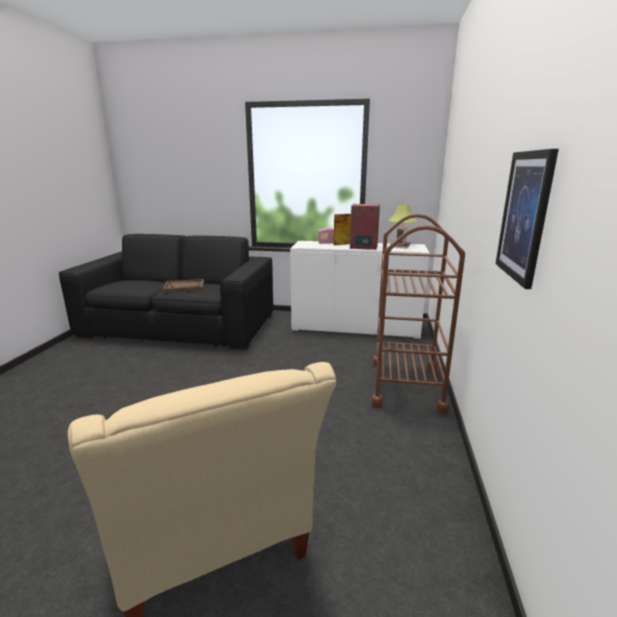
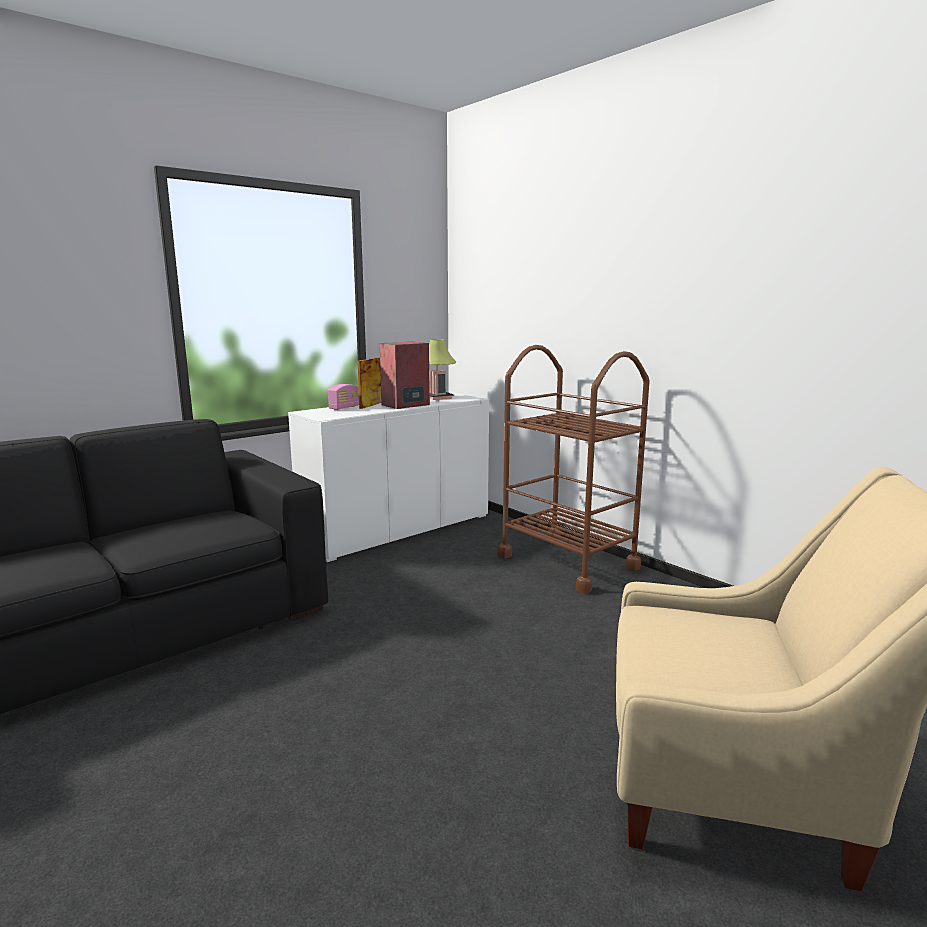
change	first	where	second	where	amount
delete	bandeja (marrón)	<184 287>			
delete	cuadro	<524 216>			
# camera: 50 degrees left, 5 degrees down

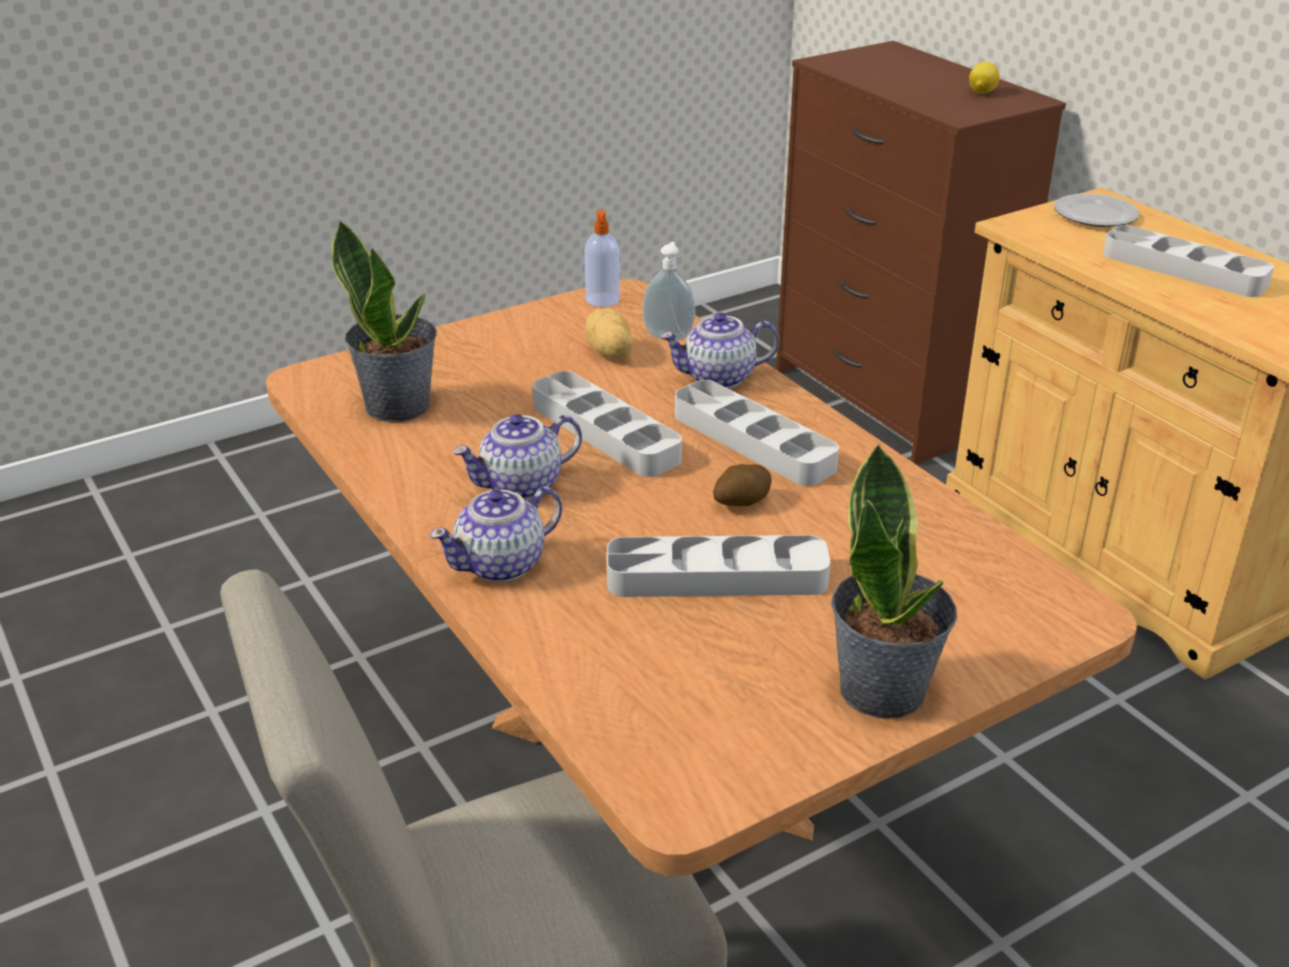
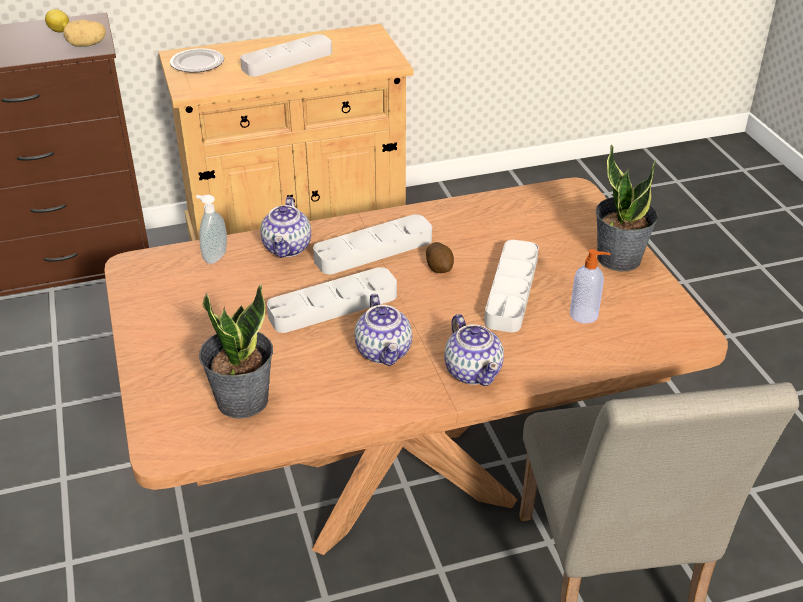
change	first	where	second	where	amount
move	dispensador de jabón	<602 300>		<585 315>	
move	patata	<609 353>		<86 45>	
# camera: 75 degrees left, 5 degrees up

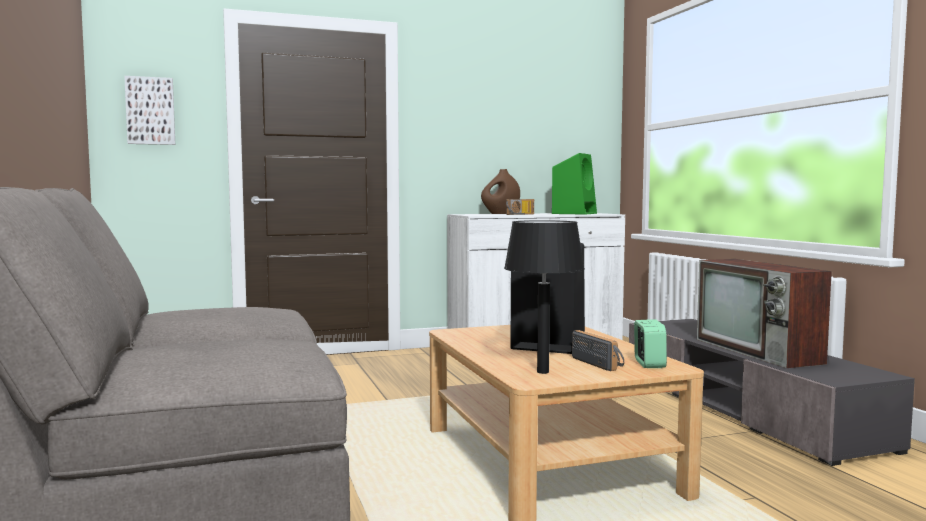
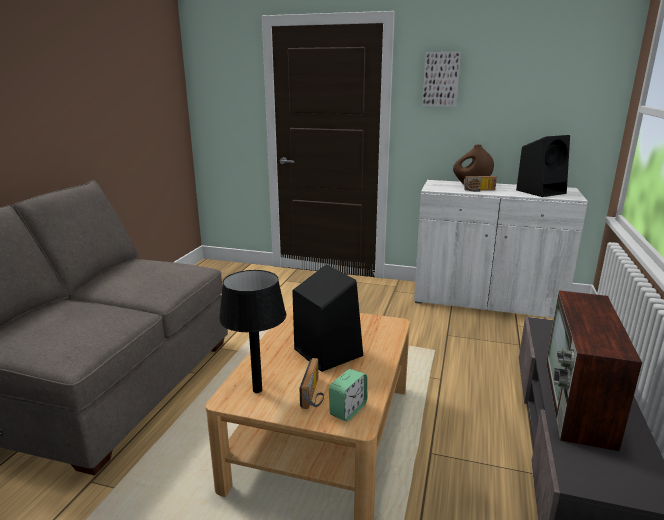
change	first	where	second	where	amount
move	cuadro	<150 111>		<441 79>	
recolor	altavoz (verde)	<574 213>	altavoz (negro)	<541 191>	
# camera: 35 degrees right, 15 degrees up

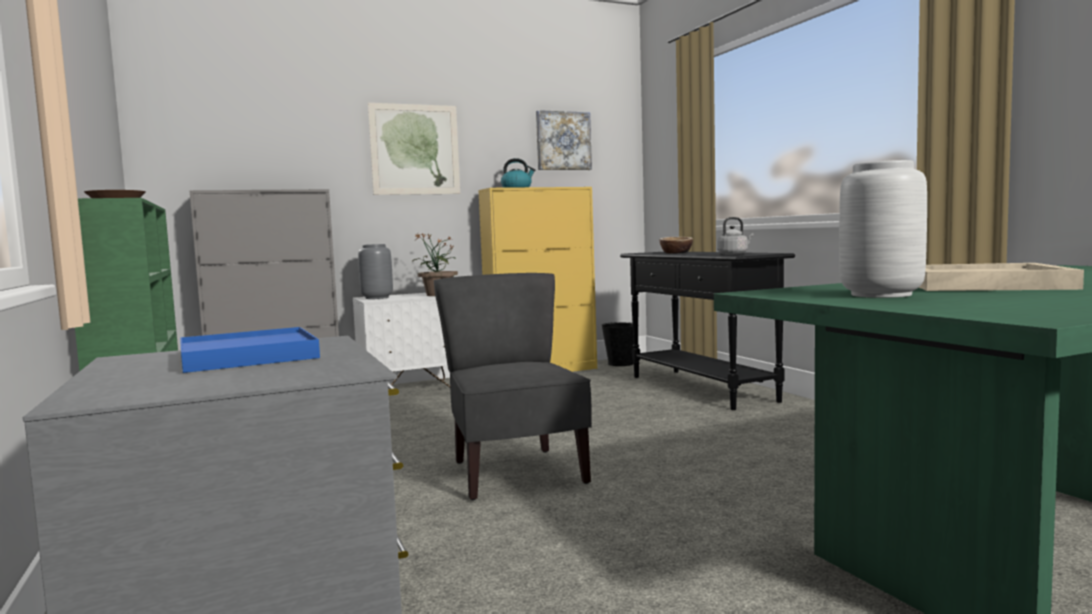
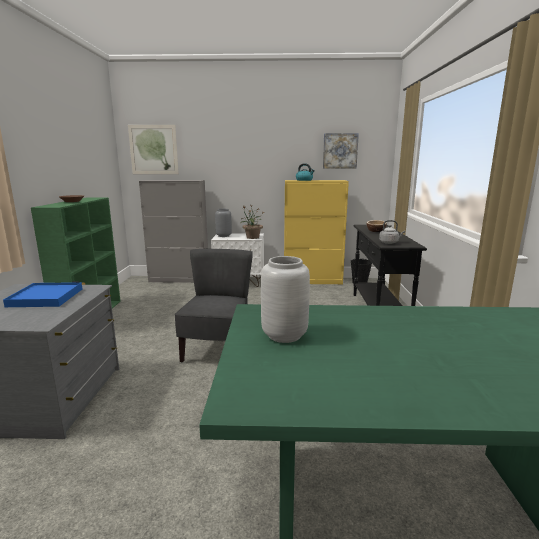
change	first	where	second	where	amount
delete	bandeja (beis)	<985 284>			
move	cuadro	<415 149>		<153 149>	
# camera: 25 degrees right, 10 degrees up

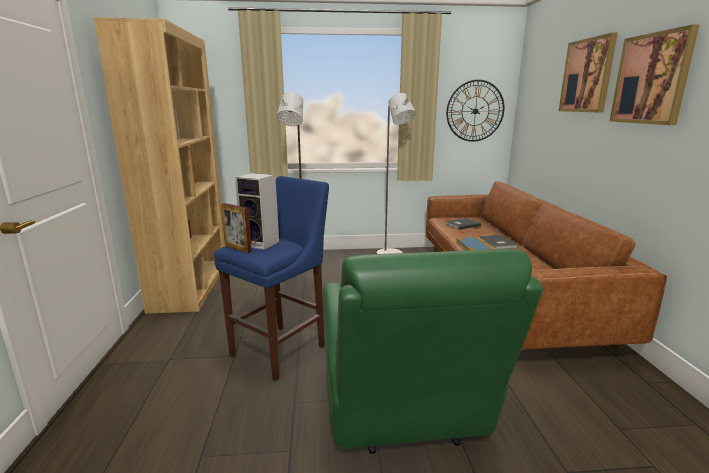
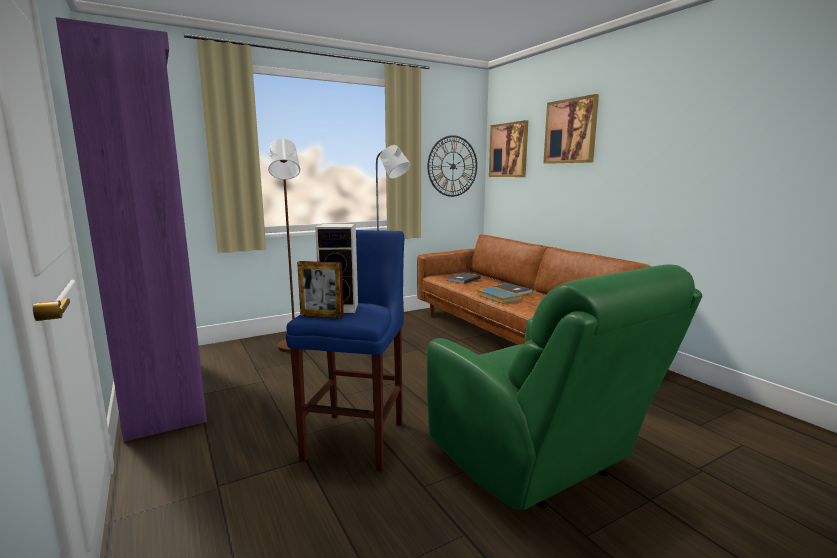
change	first	where	second	where	amount
move	cuadro	<651 79>		<508 150>	
recolor	estantería (marrón)	<191 286>	estantería (morado)	<166 395>	
# camera: 25 degrees left, 5 degrees down

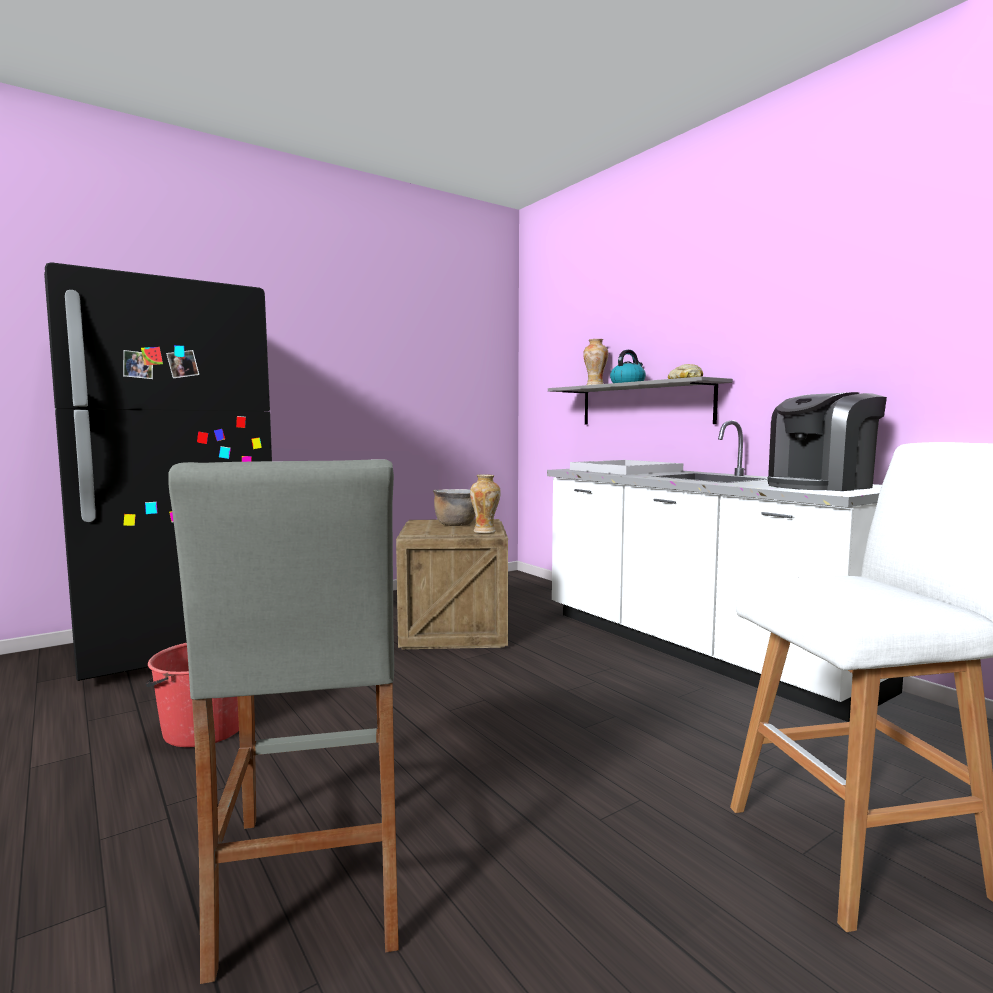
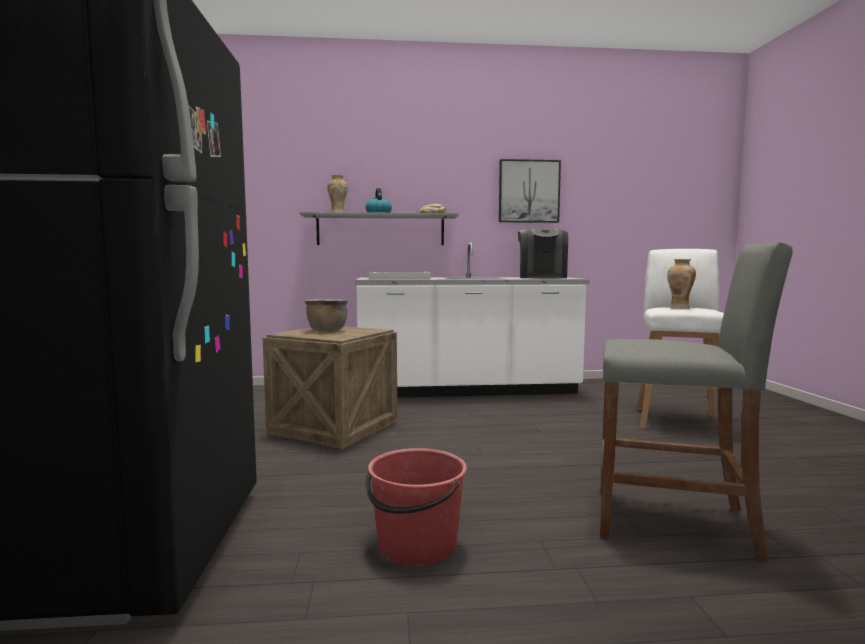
change	first	where	second	where	amount
insert			cuadro	<529 191>	
move	florero	<485 532>		<679 308>	
# camera: 60 degrees left, 0 degrees up

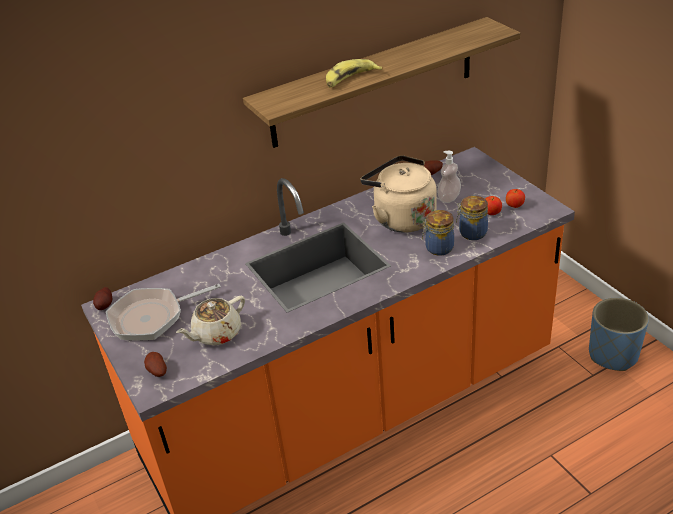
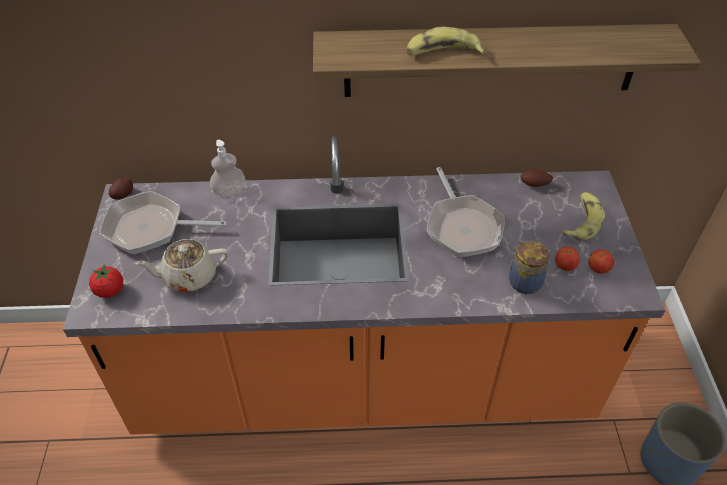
change	first	where	second	where	amount
delete	tarro	<438 248>			
insert			plátano	<582 220>	
move	dispensador de jabón	<449 198>		<229 191>	
replace	patata	<157 371>	tomate	<110 291>	
replace	hervidor (beis)	<401 218>	sartén	<462 226>	
# camera: 25 degrees right, 10 degrees up

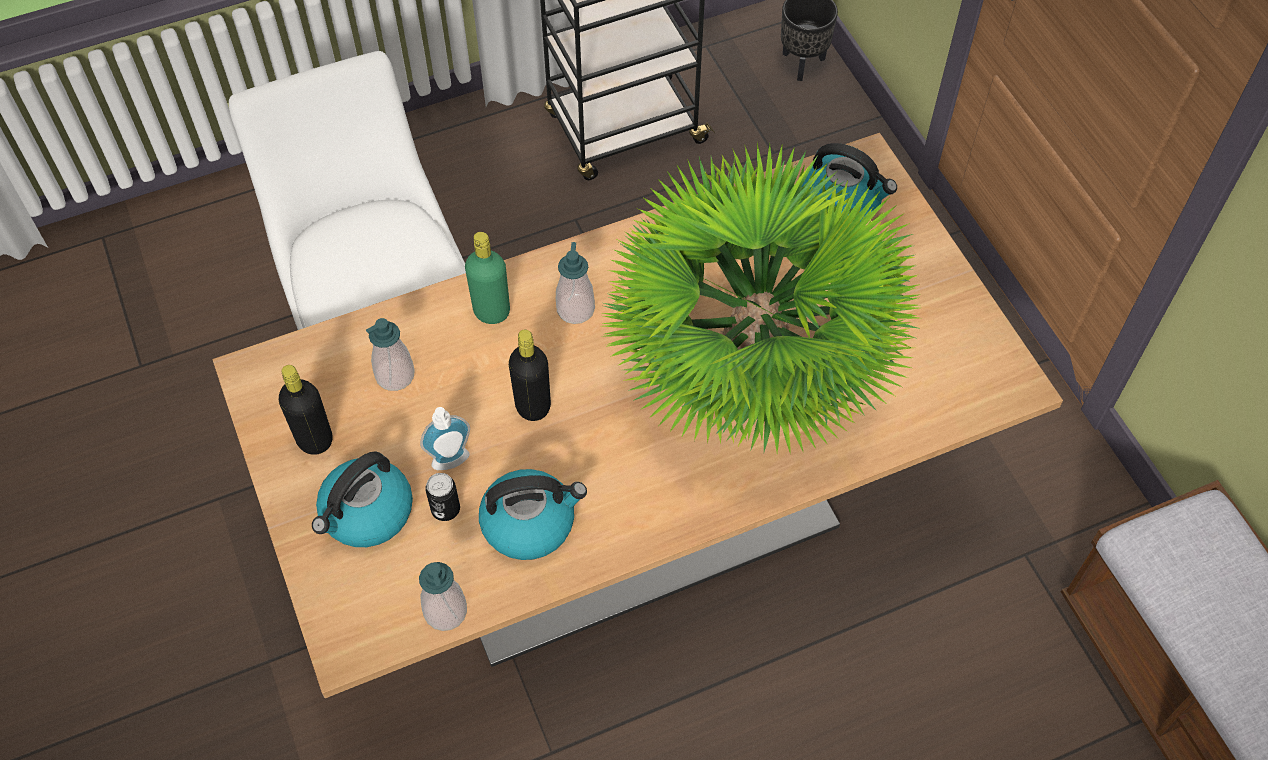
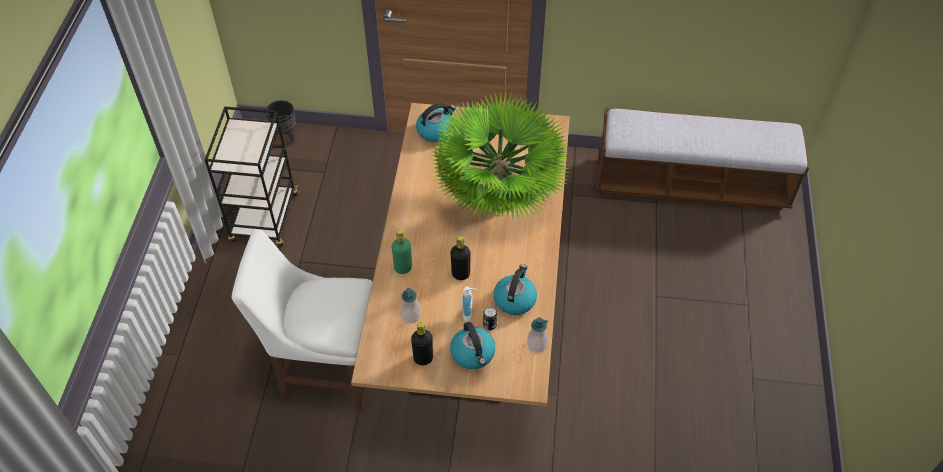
change	first	where	second	where	amount
delete	dispensador de jabón	<575 309>			
# camera: 60 degrees left, 5 degrees down

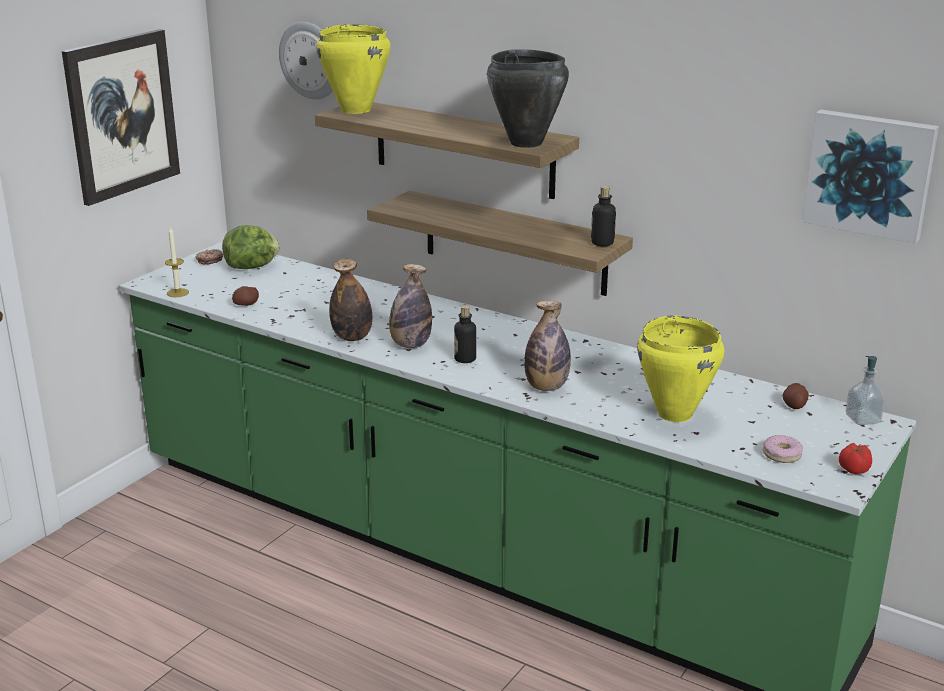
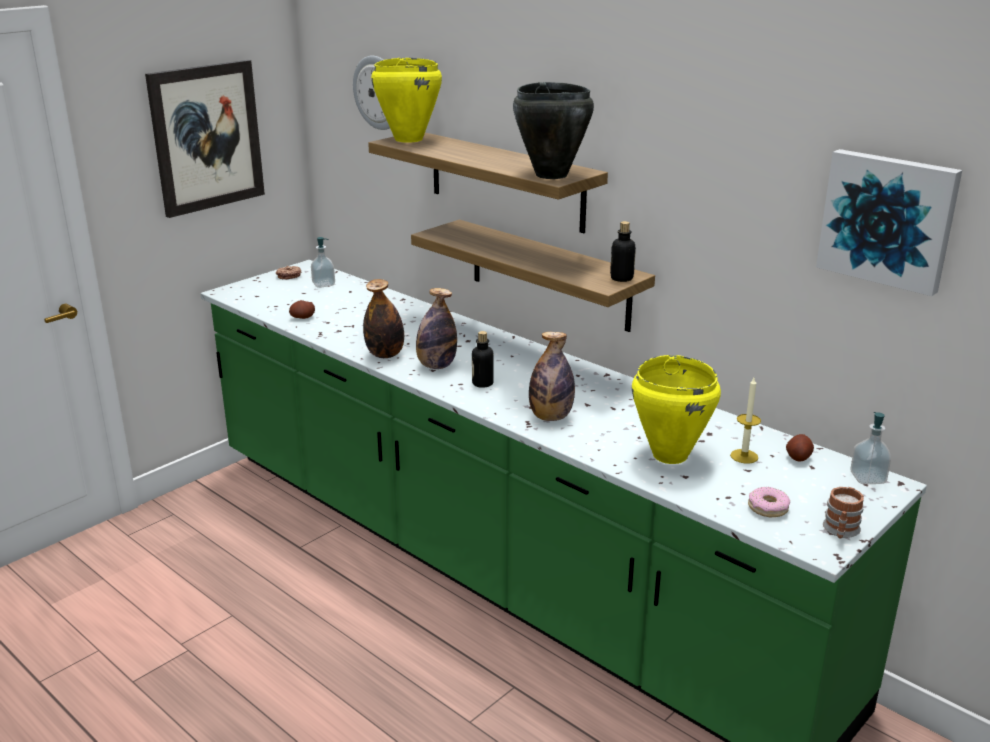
change	first	where	second	where	amount
move	vela	<177 293>		<744 456>	
replace	lechuga	<252 267>	dispensador de jabón	<323 284>	
replace	tomate	<853 469>	taza grande	<840 531>	
# camera: 10 degrees right, 0 degrees up

